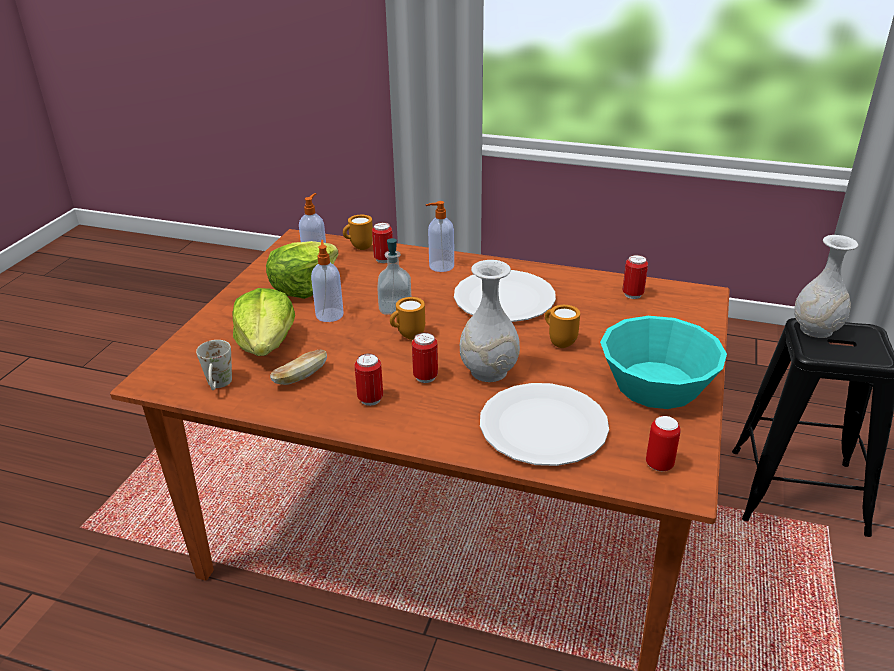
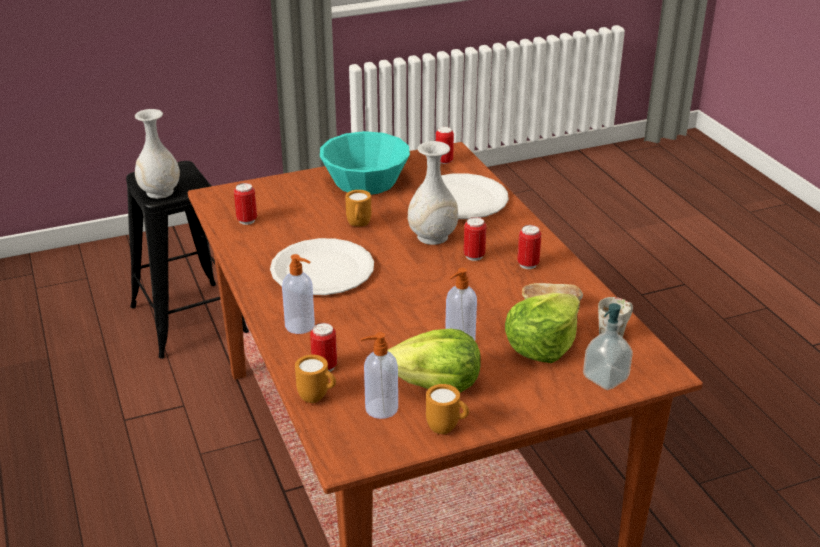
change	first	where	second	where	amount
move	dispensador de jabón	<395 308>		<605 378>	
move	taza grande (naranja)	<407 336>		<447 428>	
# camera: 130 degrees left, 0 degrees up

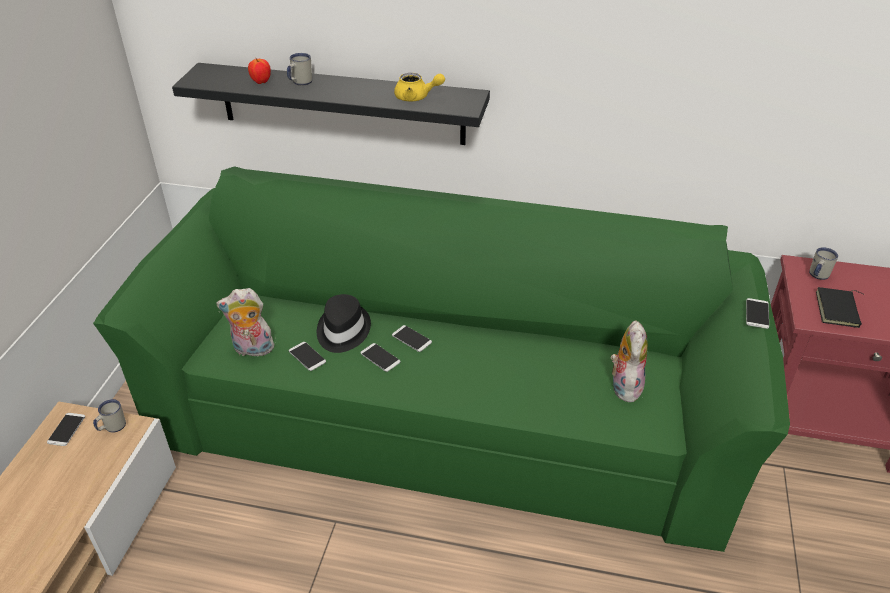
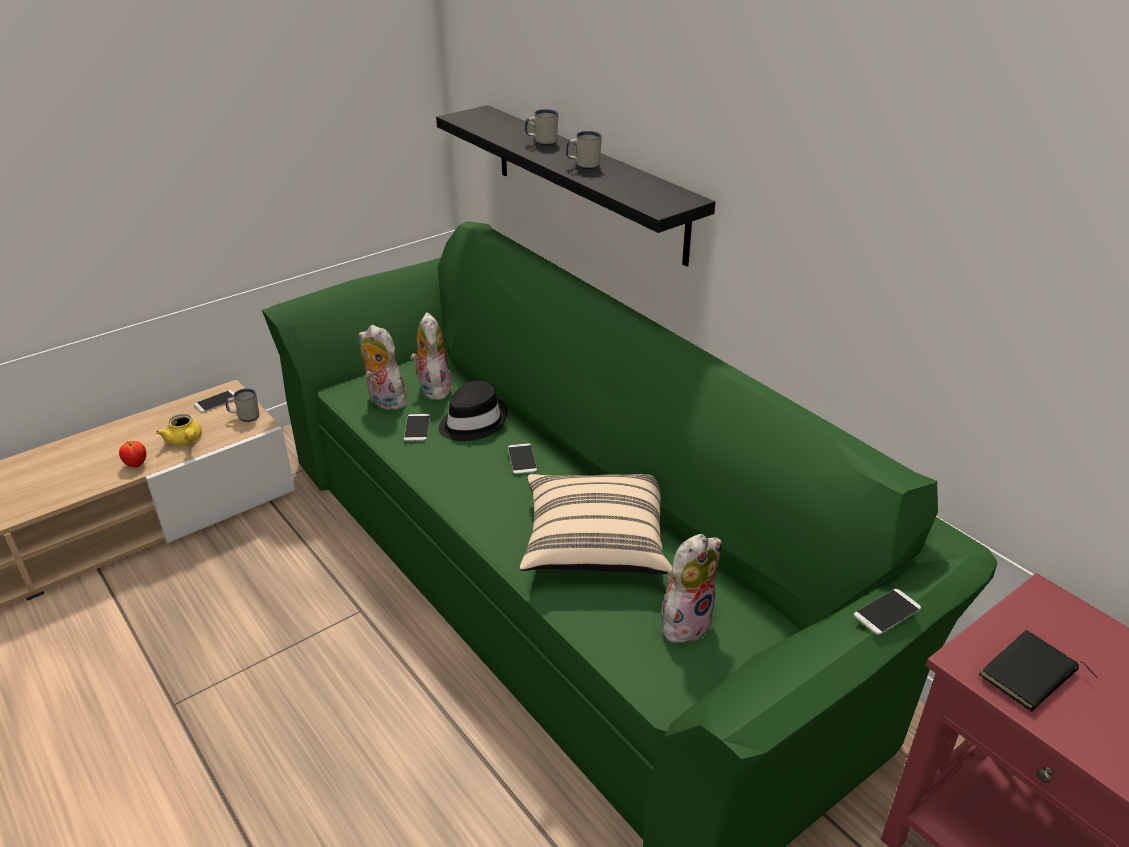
change	first	where	second	where	amount
delete	móvil	<380 358>			
insert			peluche	<432 388>	
insert			cojín (beis)	<595 543>	
move	manzana	<261 82>		<136 464>	
move	tetera (amarillo)	<416 97>		<185 441>	
move	taza grande (blanco)	<817 276>		<583 166>	
# camera: 40 degrees right, 5 degrees down

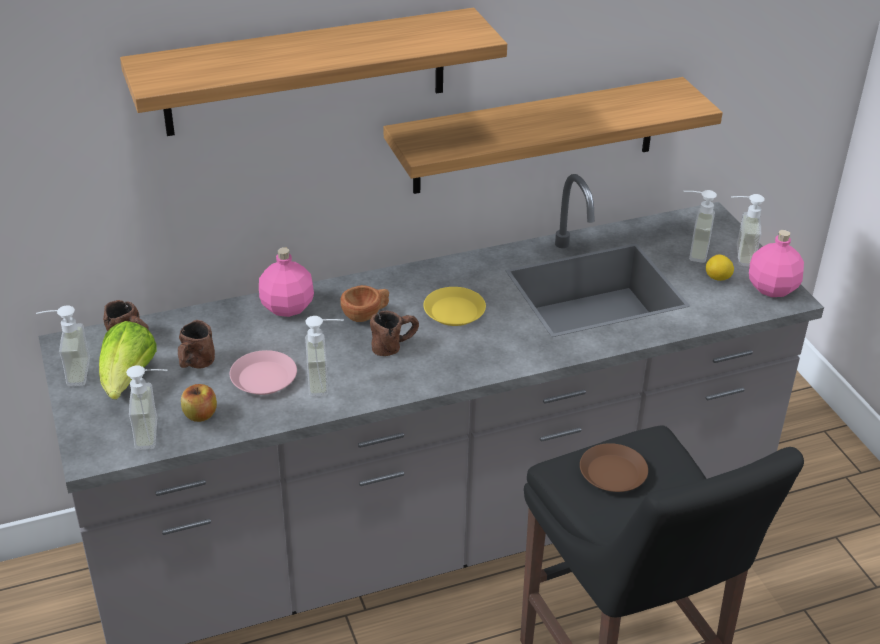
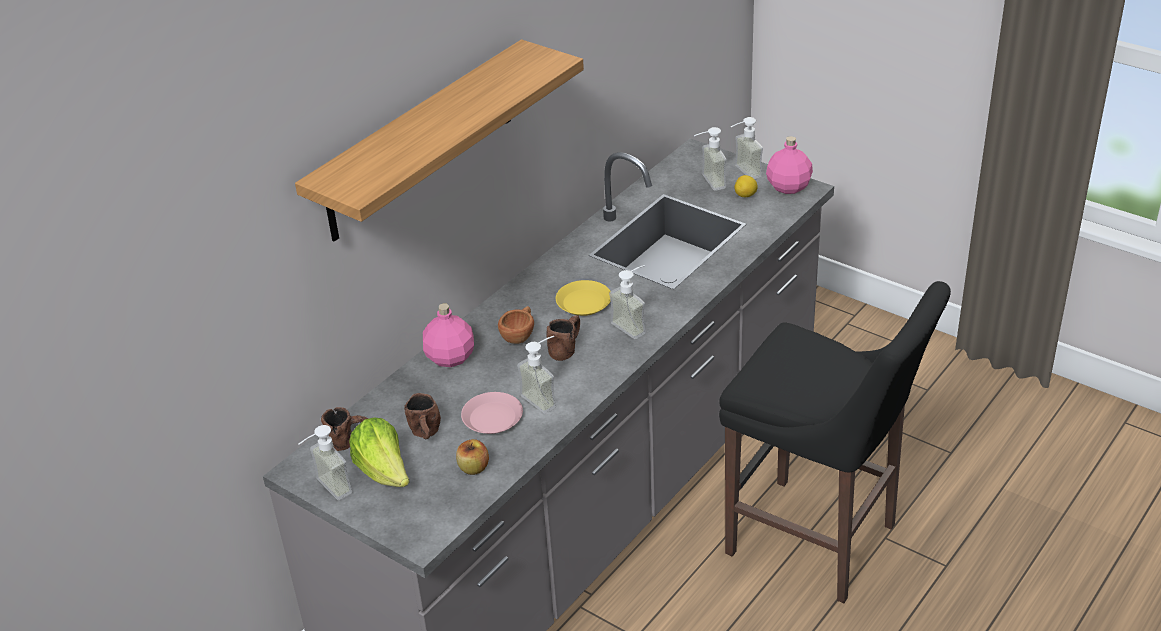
change	first	where	second	where	amount
delete	estante	<536 136>			
delete	plato (marrón)	<612 473>			
move	dispensador de jabón	<156 433>		<634 325>	
# camera: 30 degrees left, 0 degrees up

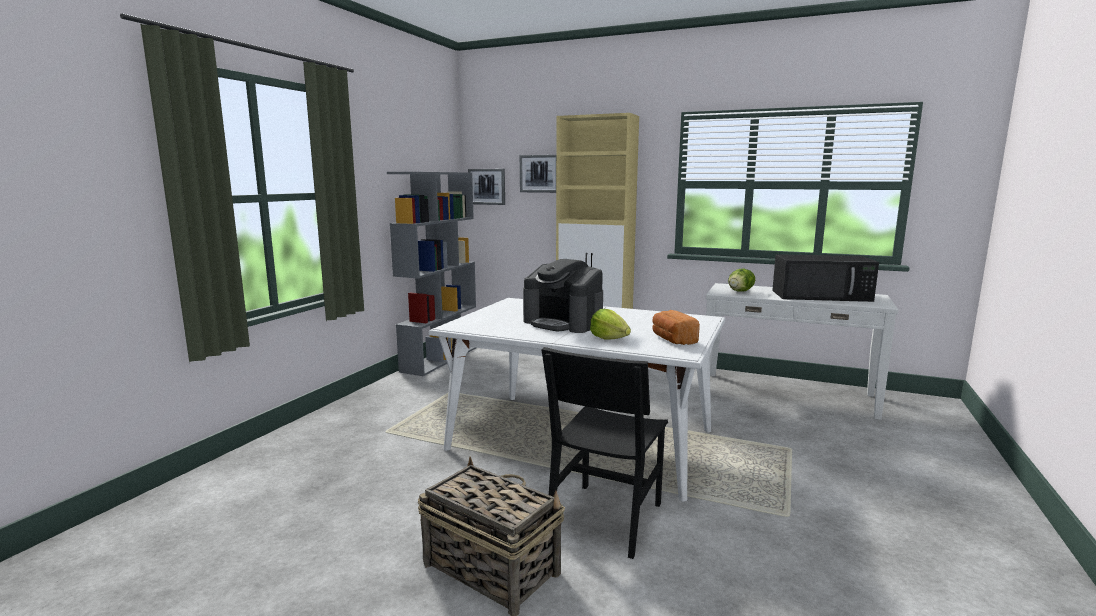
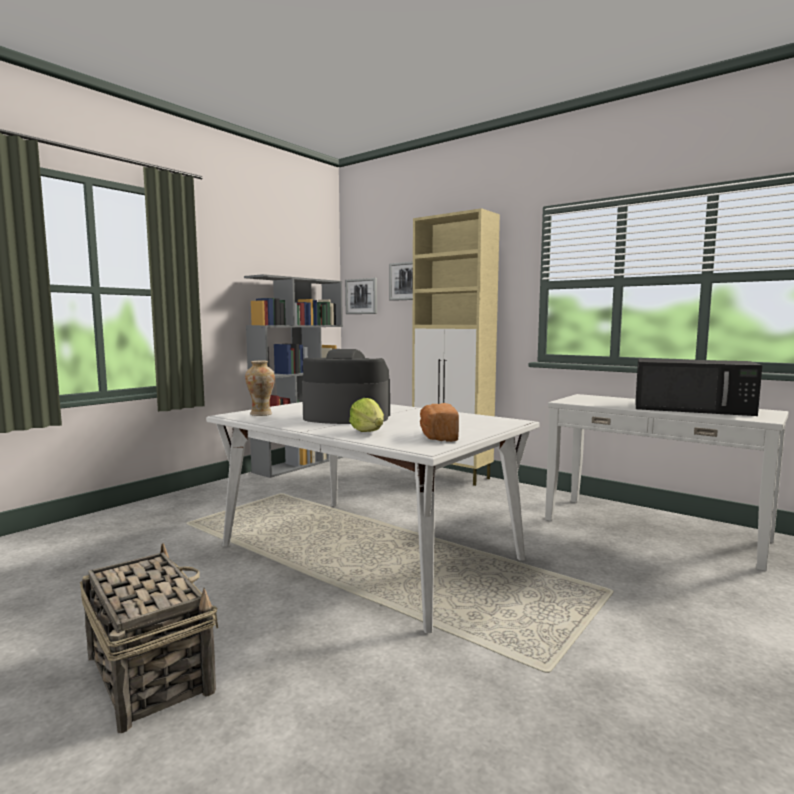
change	first	where	second	where	amount
delete	silla (negro)	<605 518>			
delete	lechuga	<740 291>			
insert			florero	<261 414>	
rotate	cafetera	<563 323>		<346 417>	135 degrees clockwise
# camera: 15 degrees right, 5 degrees down

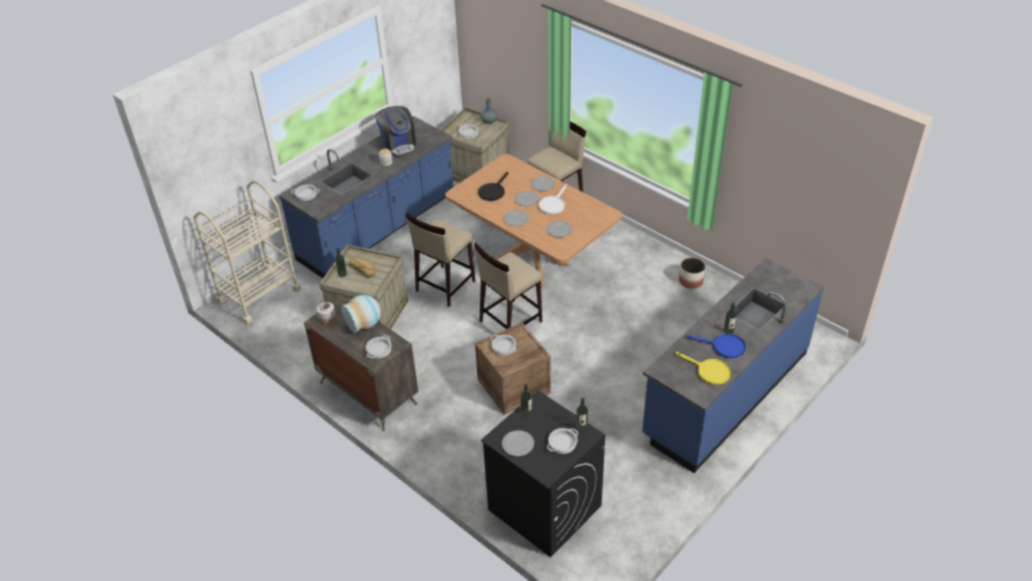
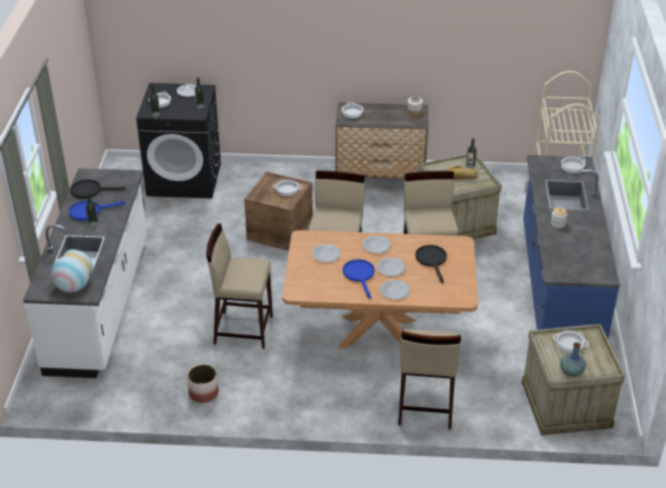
change	first	where	second	where	amount
delete	cafetera	<398 145>			
insert			taburete (beis)	<243 329>	
move	florero	<365 324>		<73 287>	
recolor	sartén (blanco)	<553 204>	sartén (azul)	<360 275>	
recolor	mueble bajo de cocina (azul)	<725 394>	mueble bajo de cocina (blanco)	<100 305>	
recolor	sartén (amarillo)	<709 371>	sartén (negro)	<90 191>	
# camera: 140 degrees right, 5 degrees down

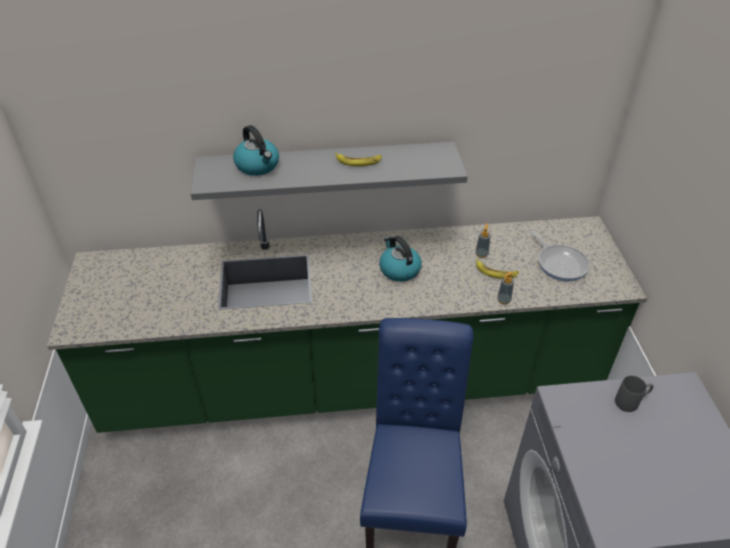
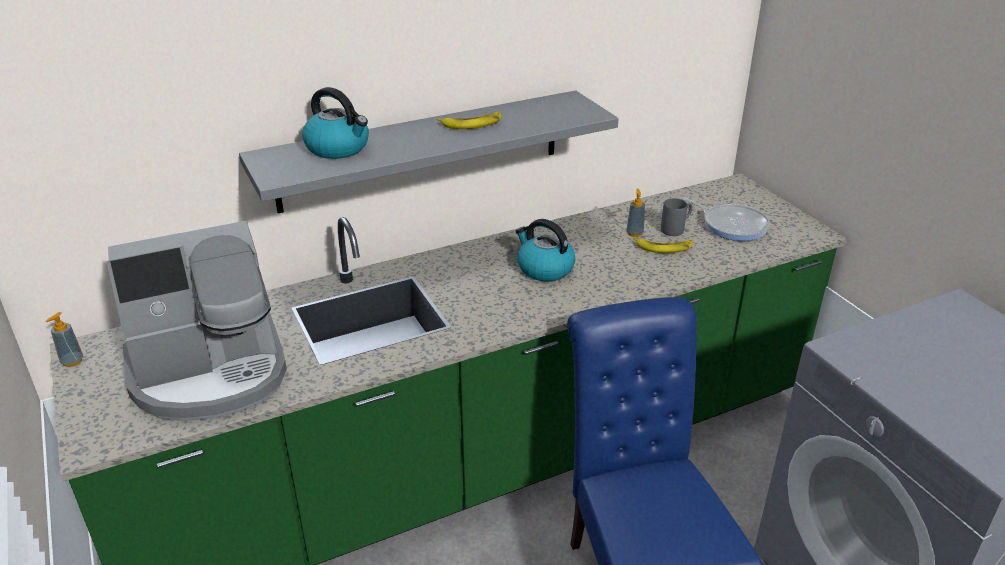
change	first	where	second	where	amount
insert			cafetera	<211 373>	
move	dispensador de jabón	<503 300>		<72 361>	
move	taza grande (gris)	<631 402>		<676 229>	
# camera: 20 degrees left, 10 degrees down

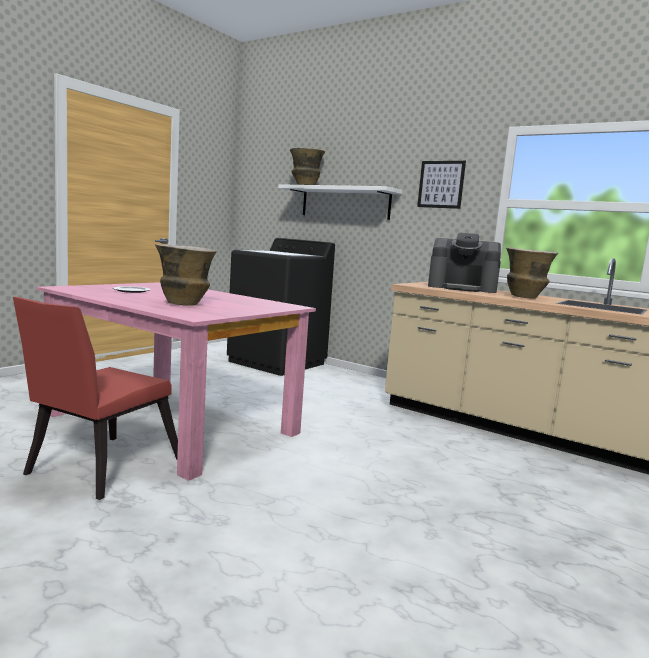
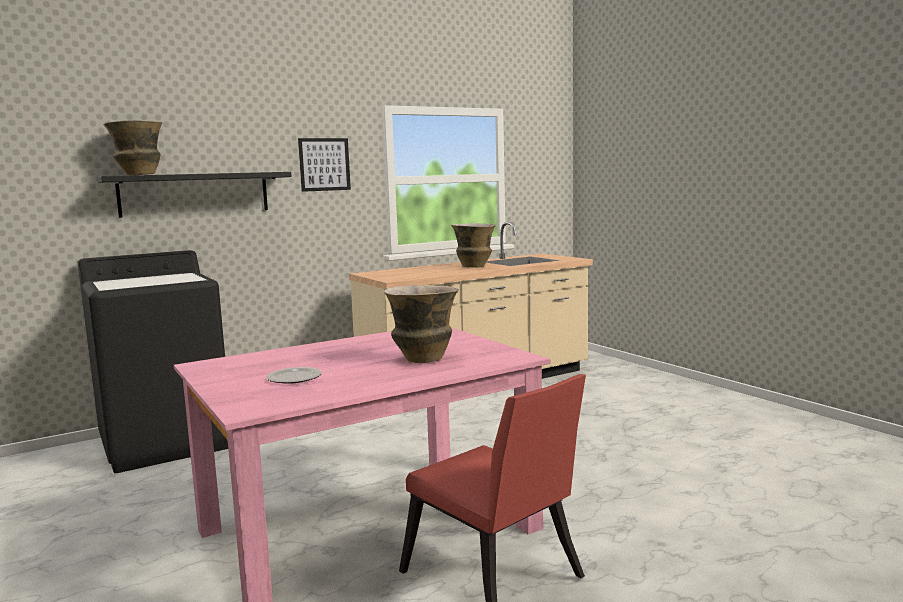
change	first	where	second	where	amount
delete	cafetera	<462 288>			
recolor	estante (blanco)	<345 203>	estante (negro)	<195 194>	
# camera: 65 degrees left, 0 degrees up

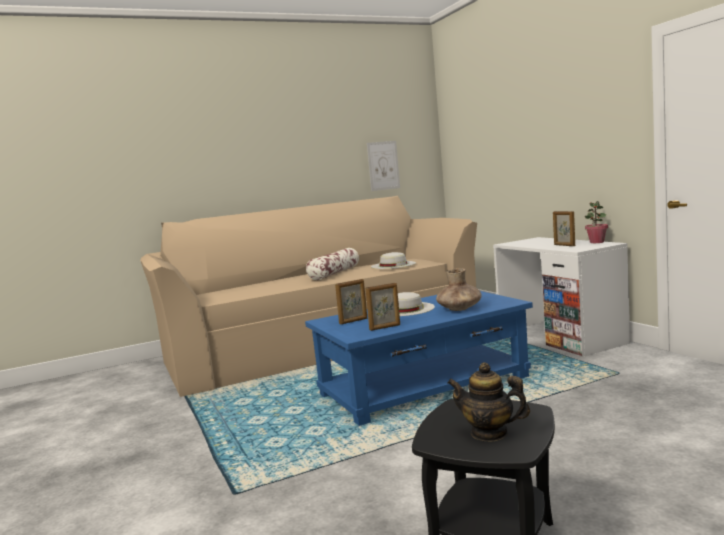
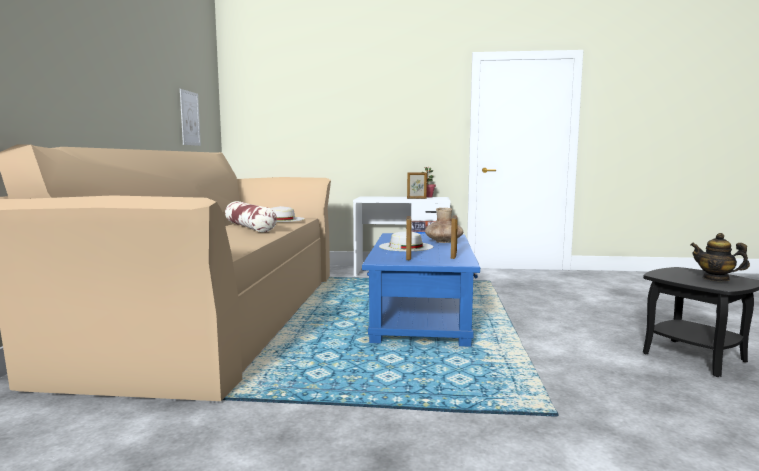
change	first	where	second	where	amount
rotate	tetera	<489 433>		<716 278>	75 degrees clockwise
# camera: 60 degrees left, 0 degrees up

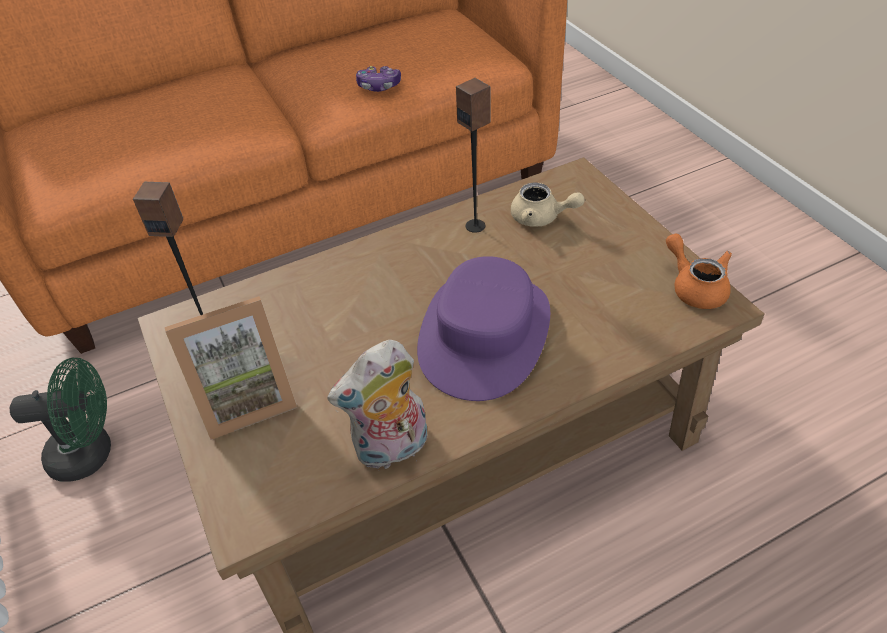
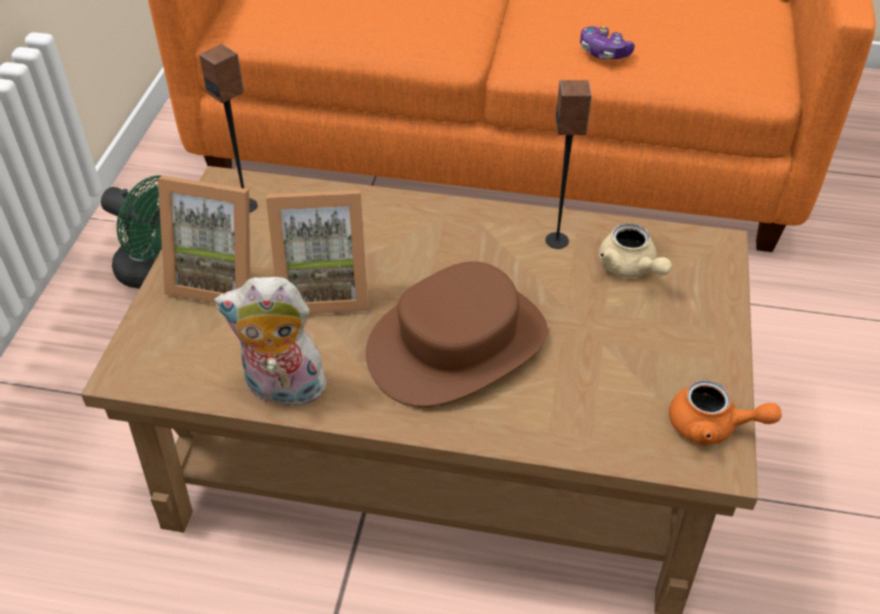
change	first	where	second	where	amount
insert			portarretratos	<323 288>	
recolor	sombrero (morado)	<485 334>	sombrero (marrón)	<457 345>	
rotate	tetera (naranja)	<695 287>		<712 427>	105 degrees clockwise
# camera: 35 degrees right, 0 degrees up

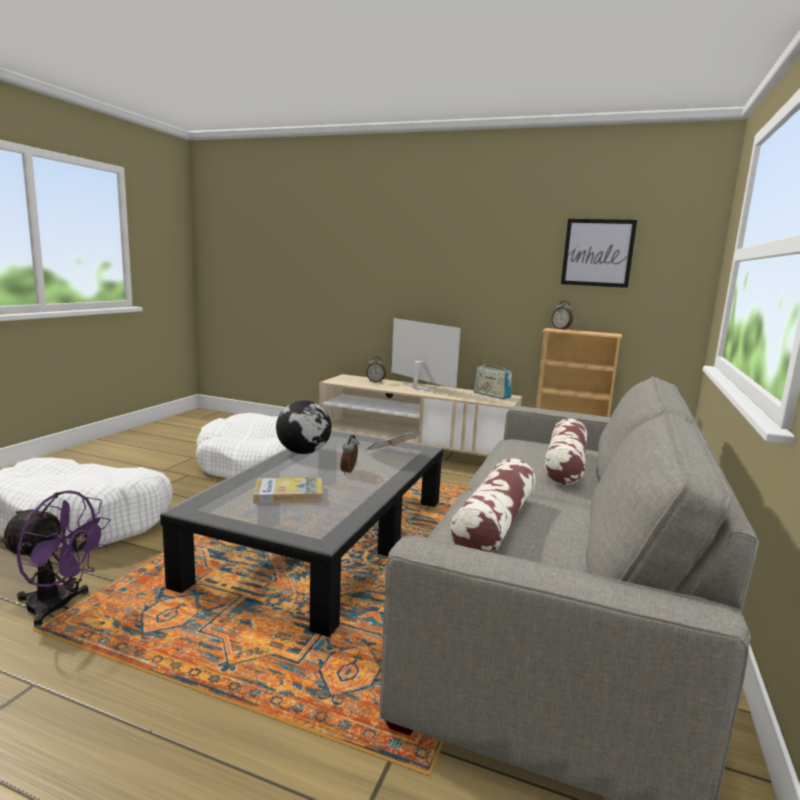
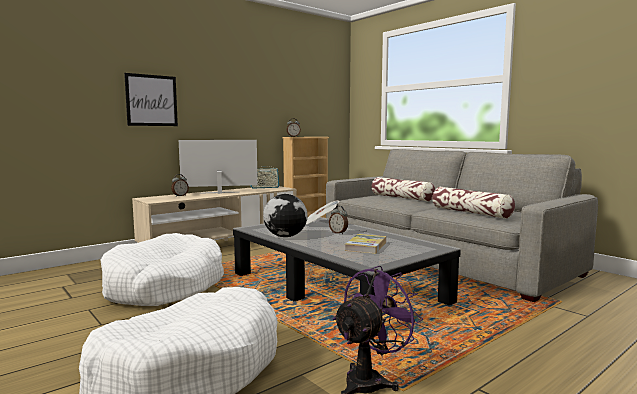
change	first	where	second	where	amount
move	cuadro	<597 253>		<151 100>	
# camera: 60 degrees left, 5 degrees down

